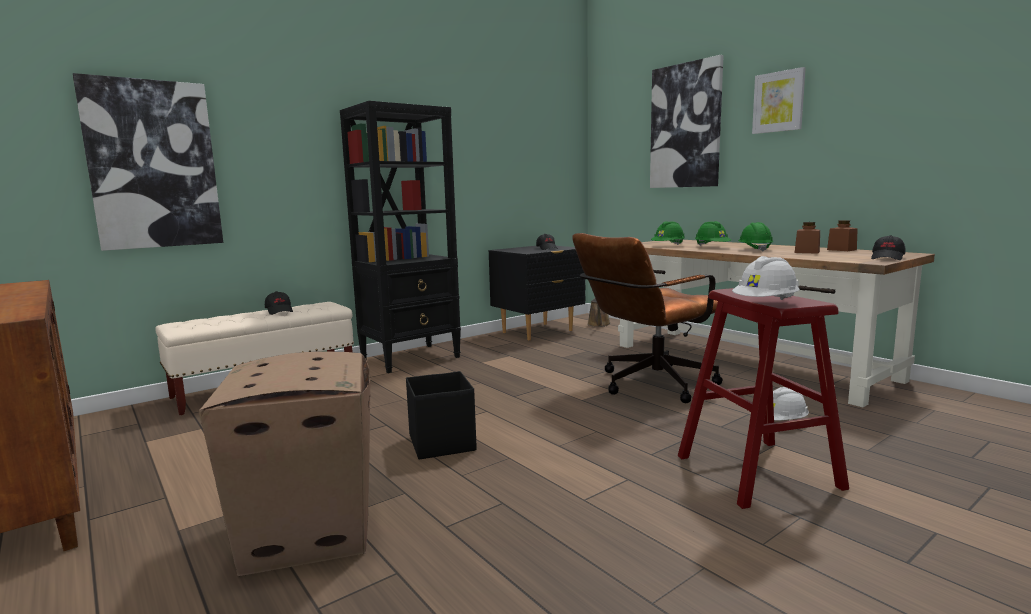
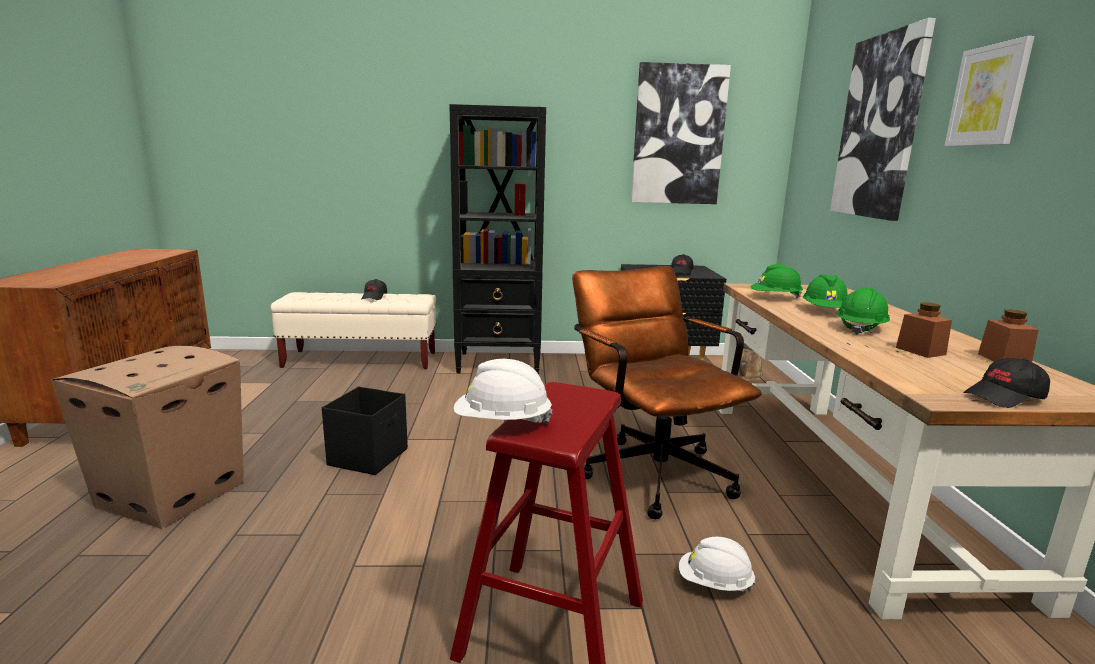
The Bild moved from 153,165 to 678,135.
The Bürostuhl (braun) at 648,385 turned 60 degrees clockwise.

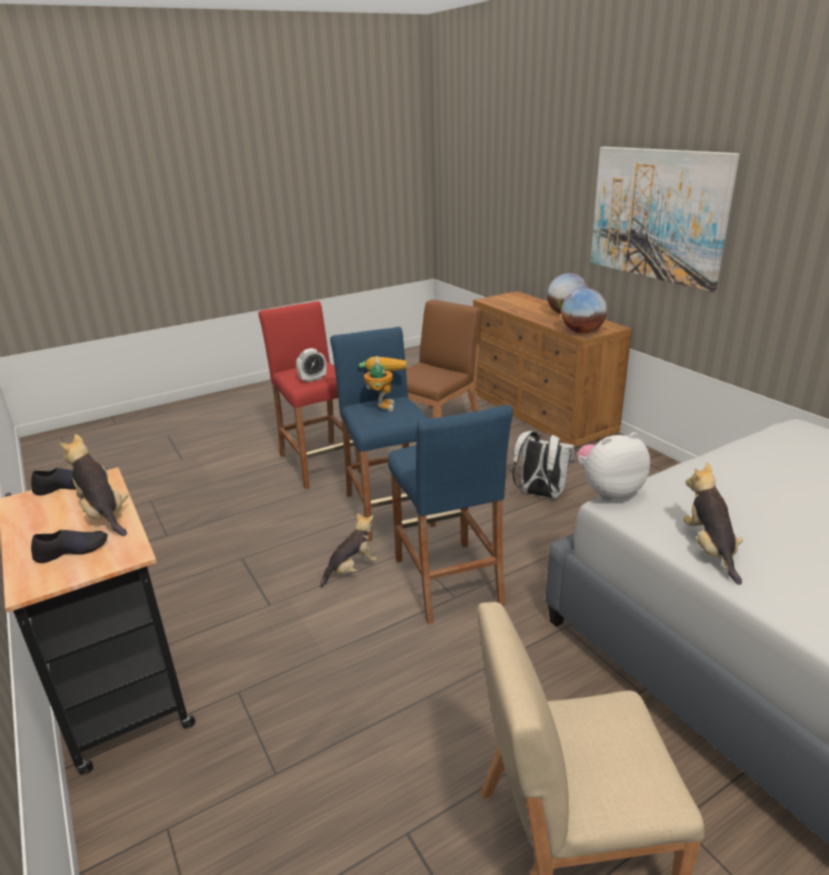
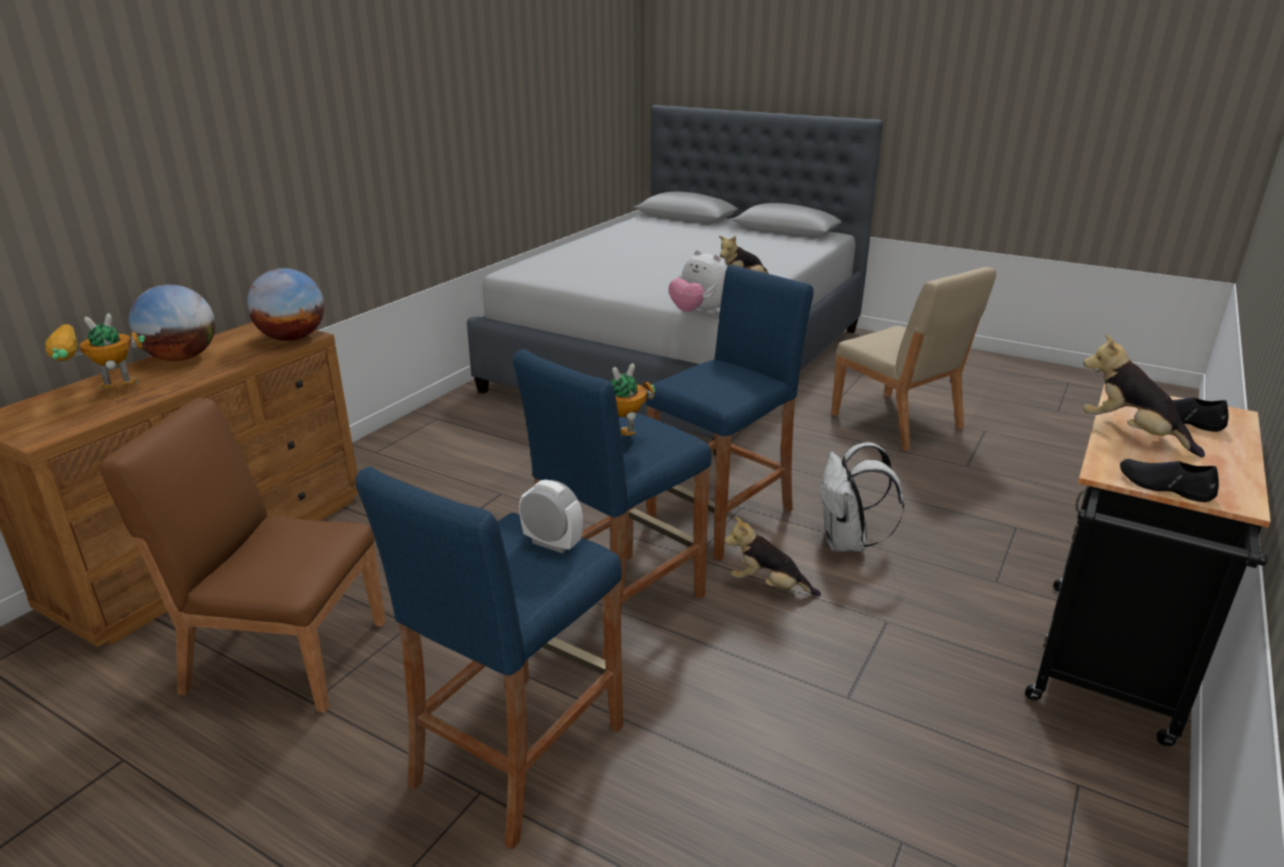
The Bild at 657,215 disappeared.
The Spielzeugroboter at 104,394 appeared.
The Rucksack (weiß) moved from 540,494 to 847,543.
The Hocker (rot) at 320,464 became the Hocker (blau) at 518,754.
The Plüschtier at 104,514 turned 120 degrees clockwise.

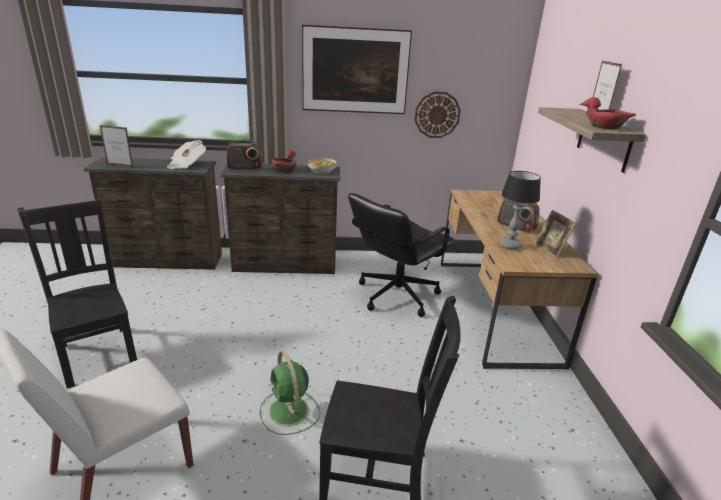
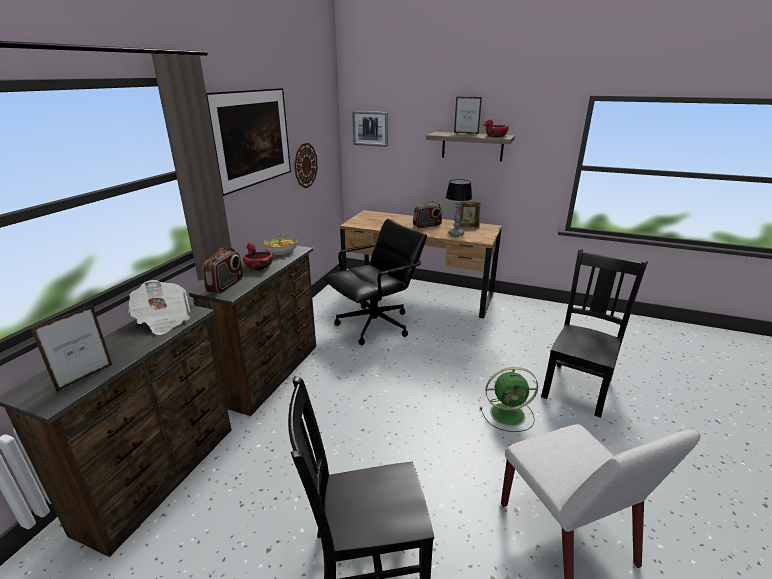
The Bild at 370,128 appeared.
The Bürostuhl (schwarz) at 396,295 turned 105 degrees counterclockwise.

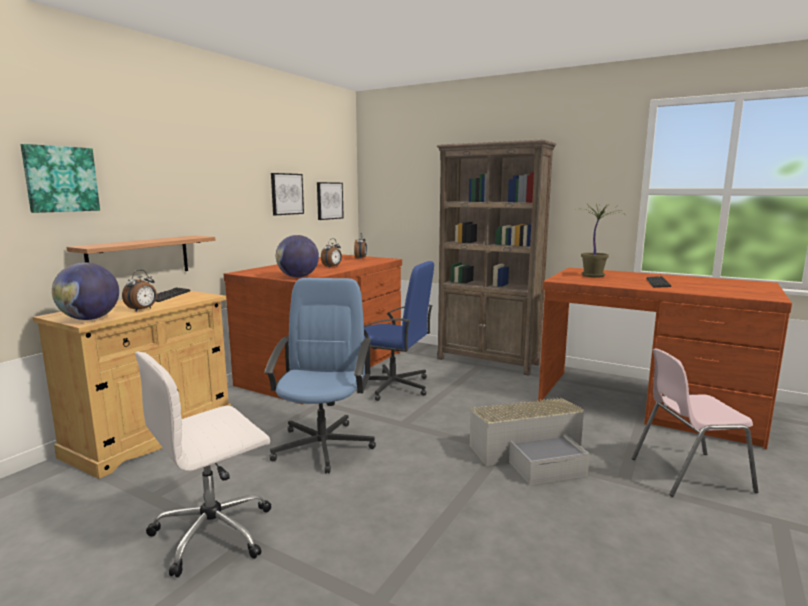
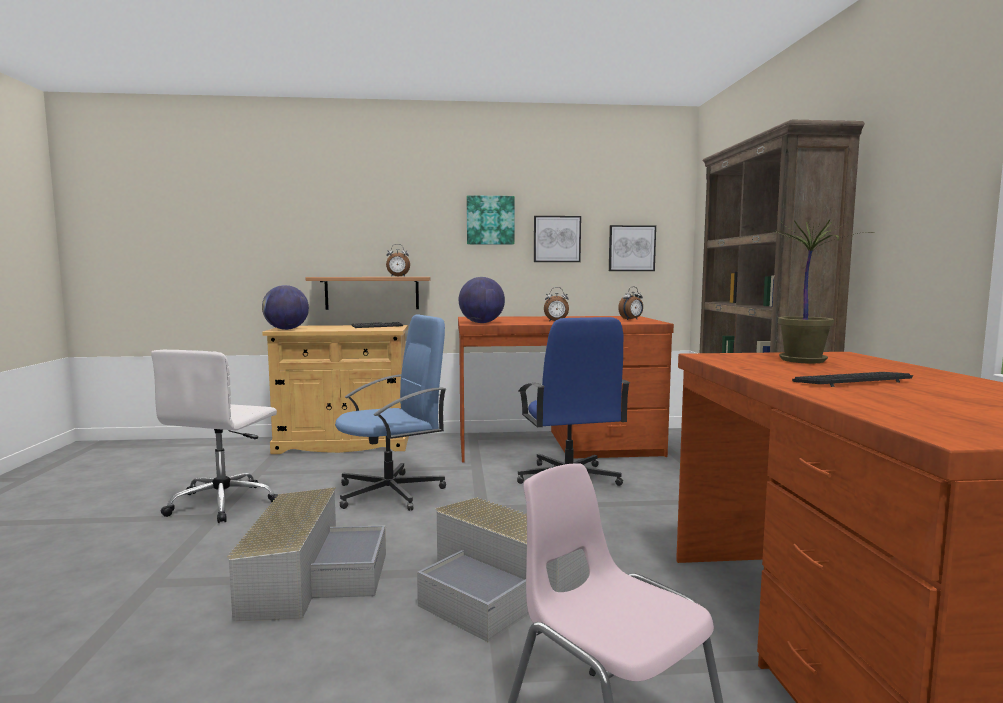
The Aufbewahrungsbox (grau) at 310,576 appeared.
The Bild moved from 60,179 to 490,220.
The Wecker moved from 142,310 to 398,276.
The Bürostuhl (weiß) at 215,532 turned 90 degrees counterclockwise.

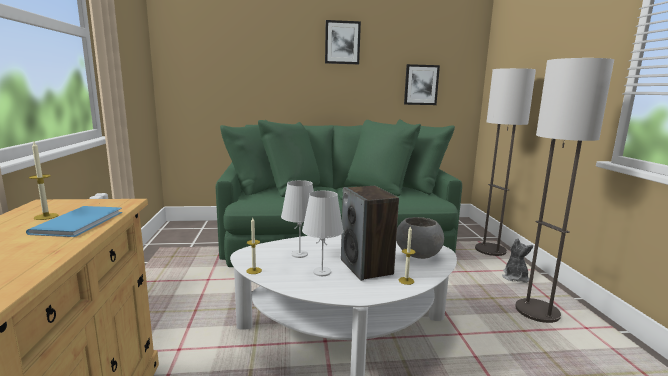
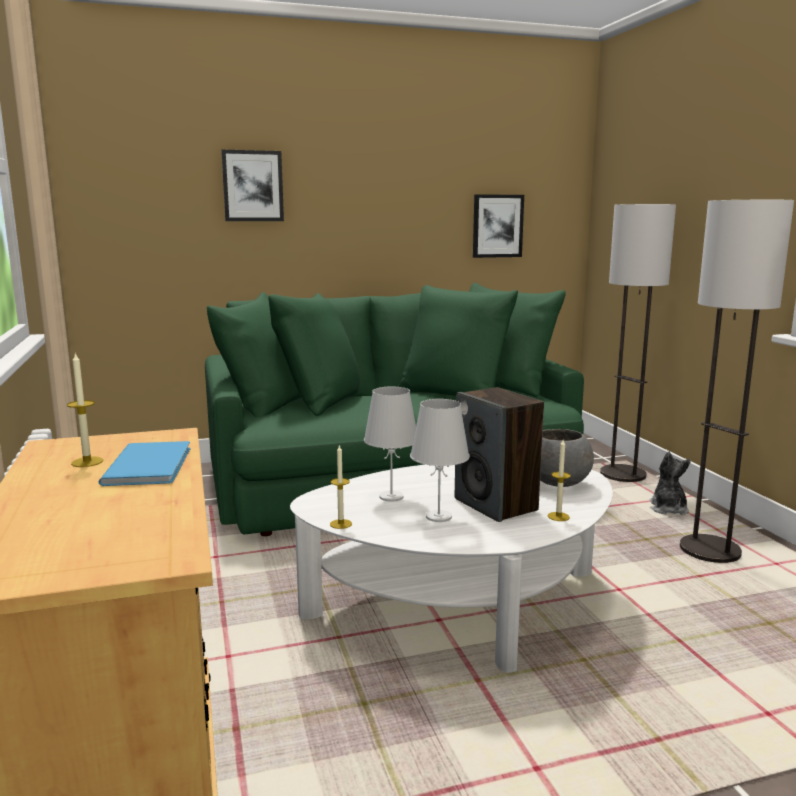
The Bild moved from 342,42 to 252,186.

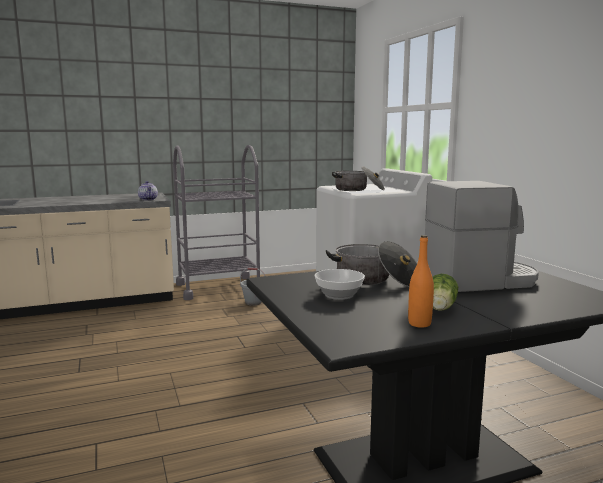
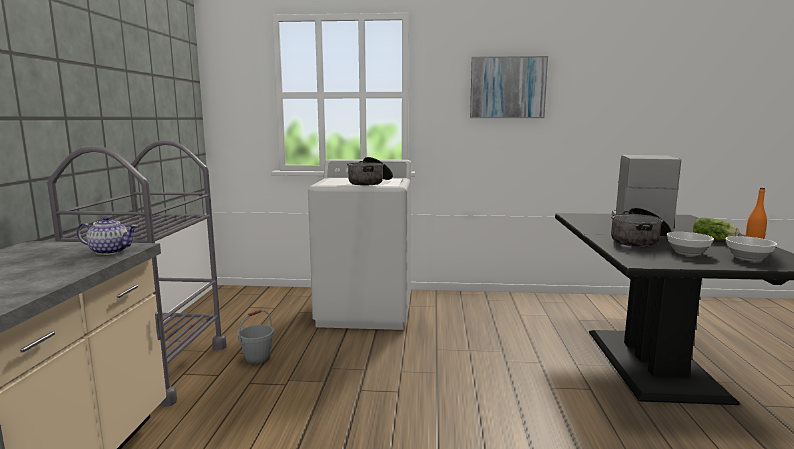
The Bild at 507,88 appeared.
The Schüssel at 748,258 appeared.

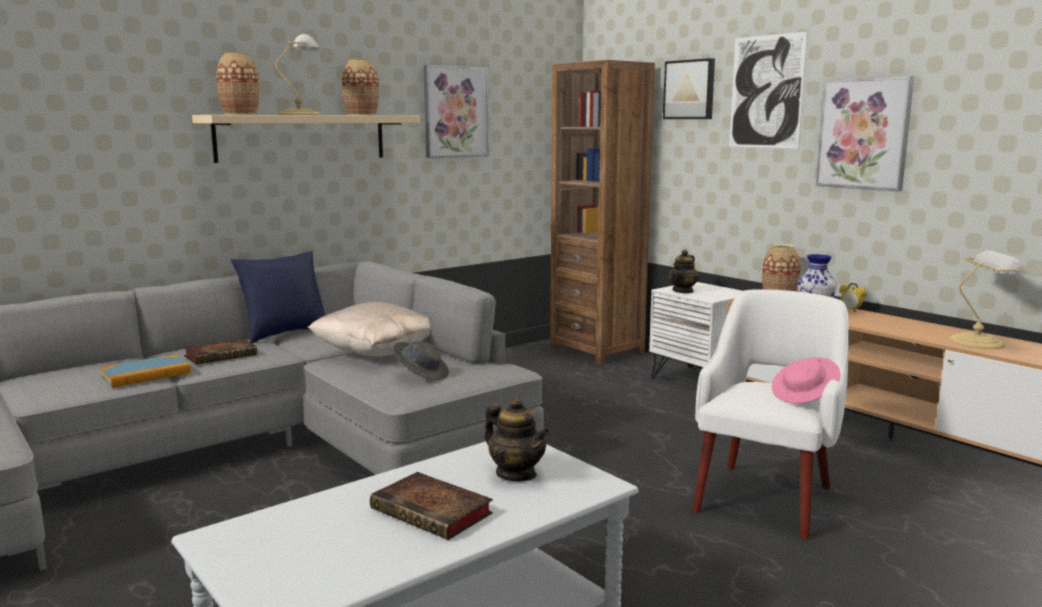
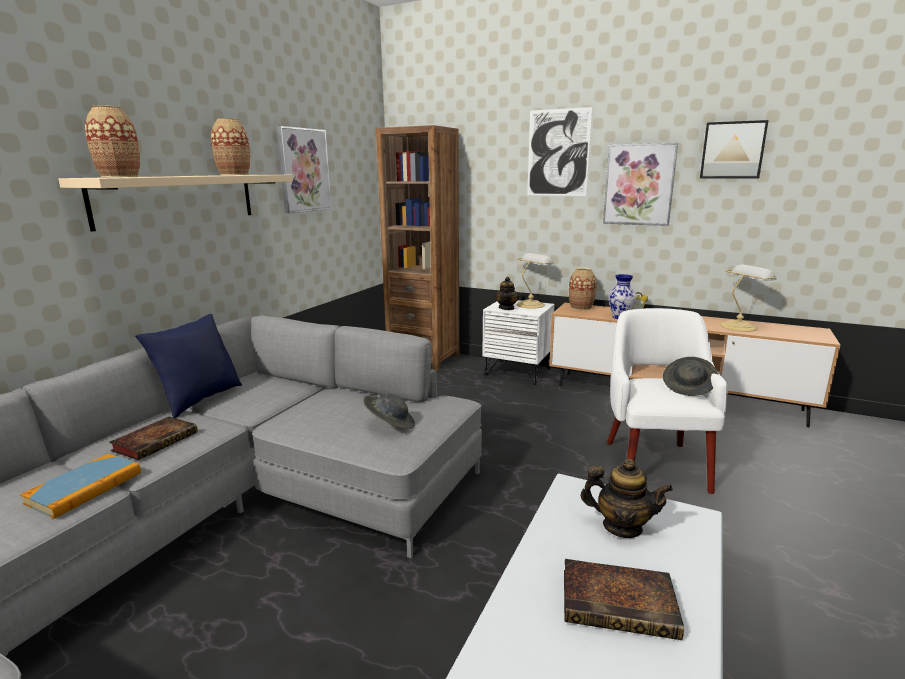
The Kissen (beige) at 375,353 disappeared.
The Tischlampe moved from 302,114 to 531,304.
The Bild moved from 690,89 to 732,150.
The Hut (rosa) at 804,396 became the Hut (grau) at 689,387.

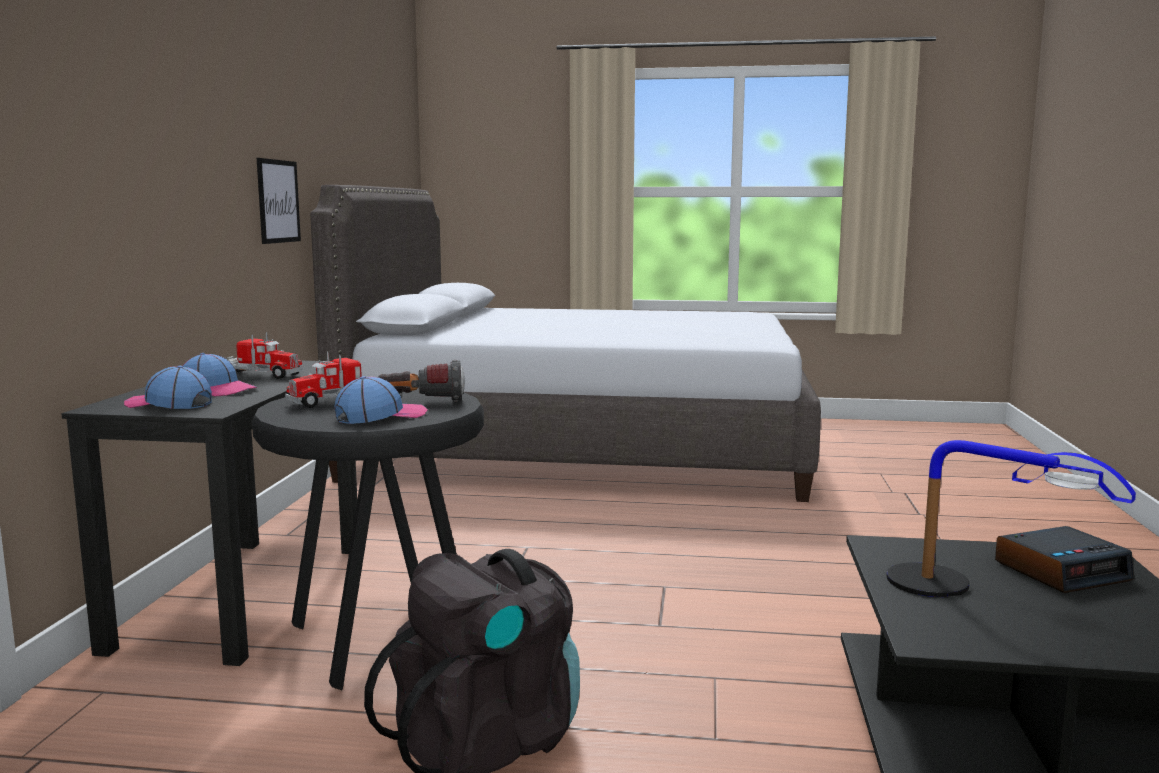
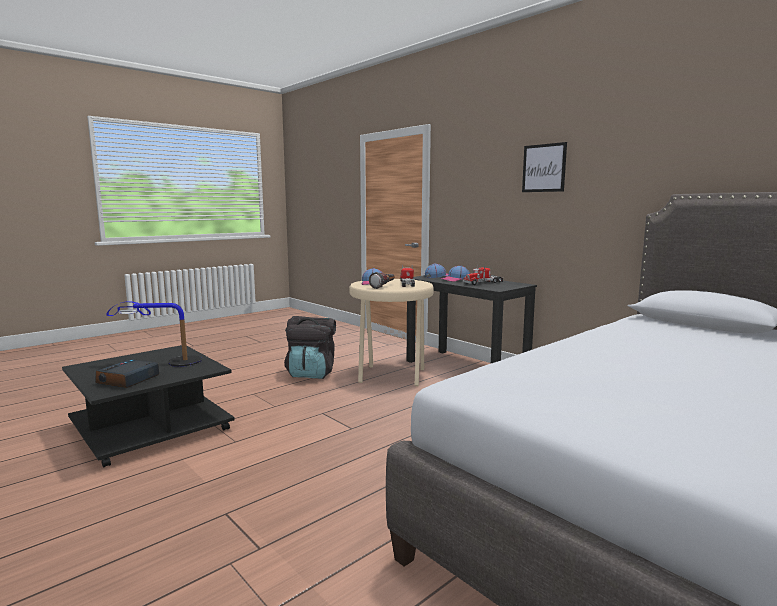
The Bild moved from 278,201 to 544,168.
The Hocker (schwarz) at 381,643 became the Hocker (beige) at 391,375.

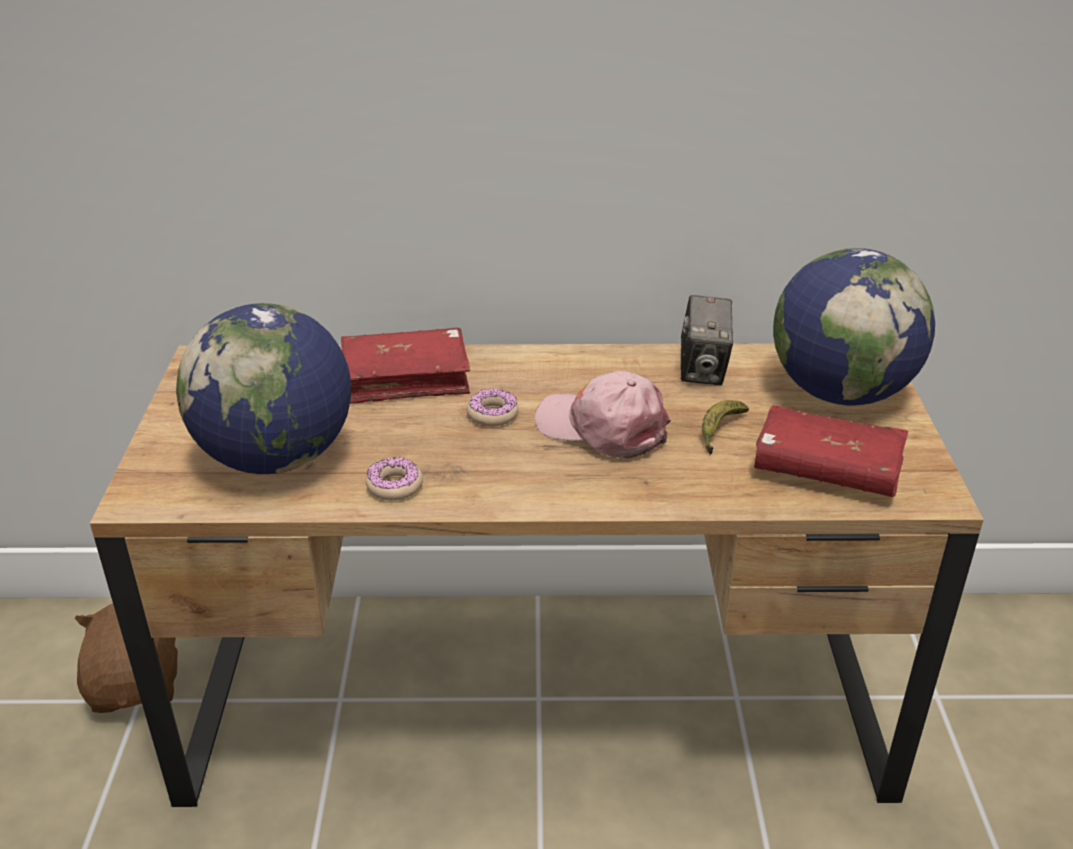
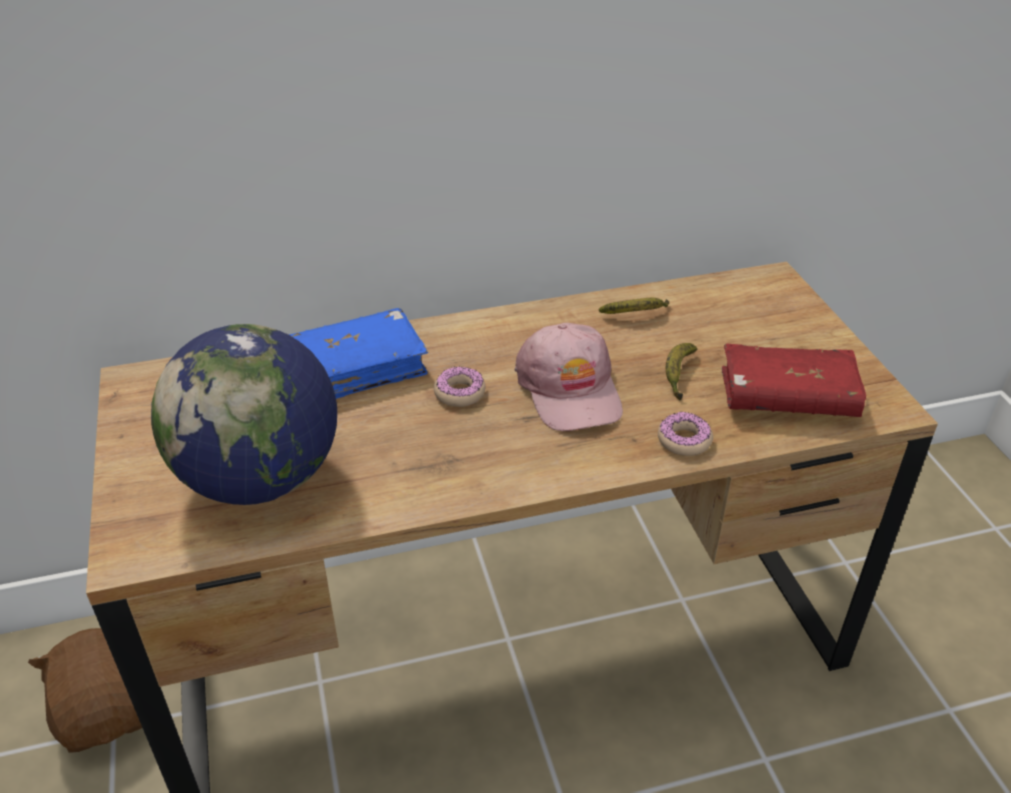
The Globus at 840,392 disappeared.
The Donut moved from 394,486 to 684,440.
The Kamera at 703,371 was replaced by the Banane at 636,315.
The Buch (rot) at 405,378 became the Buch (blau) at 357,368.
The Kappe (rosa) at 602,427 turned 120 degrees counterclockwise.

